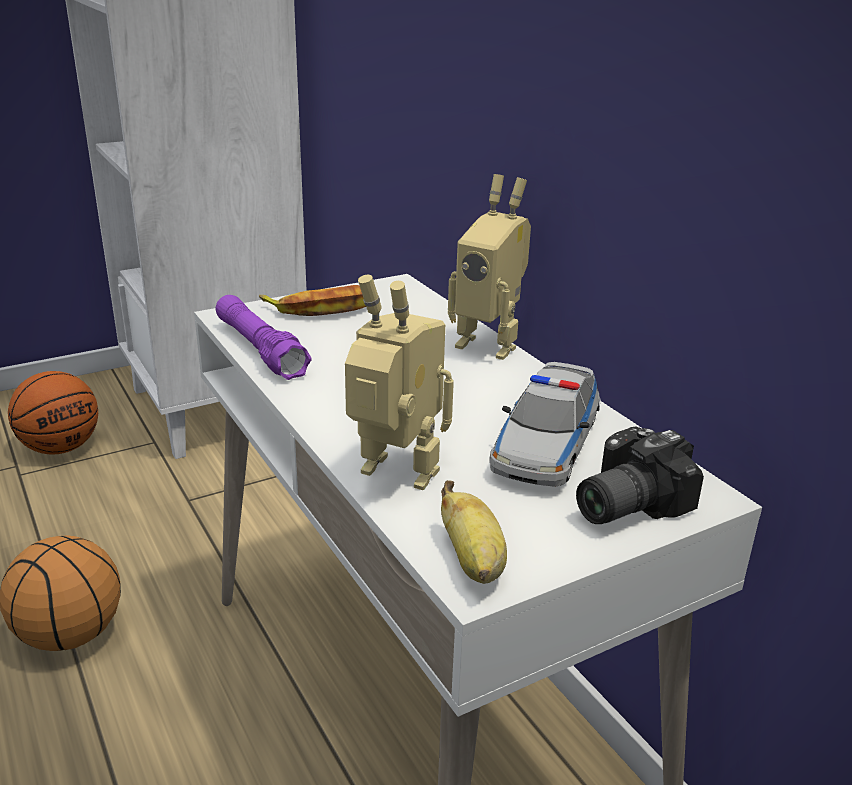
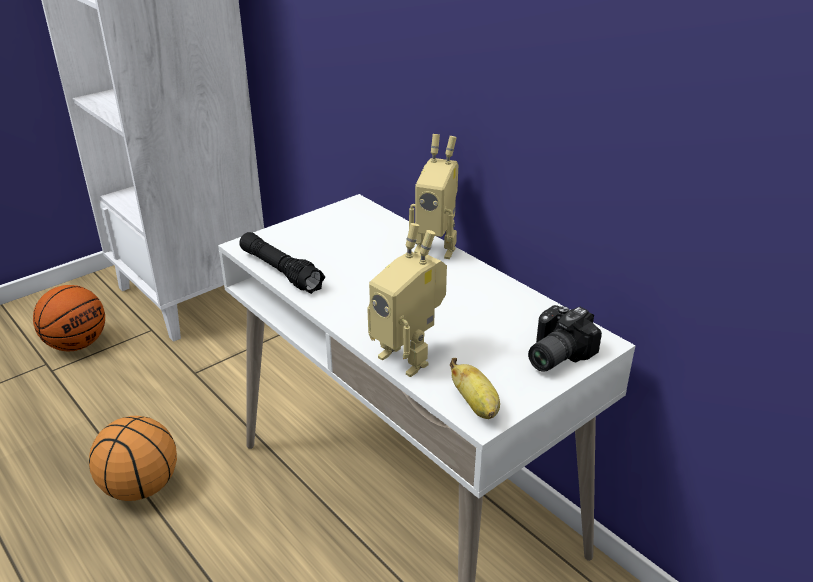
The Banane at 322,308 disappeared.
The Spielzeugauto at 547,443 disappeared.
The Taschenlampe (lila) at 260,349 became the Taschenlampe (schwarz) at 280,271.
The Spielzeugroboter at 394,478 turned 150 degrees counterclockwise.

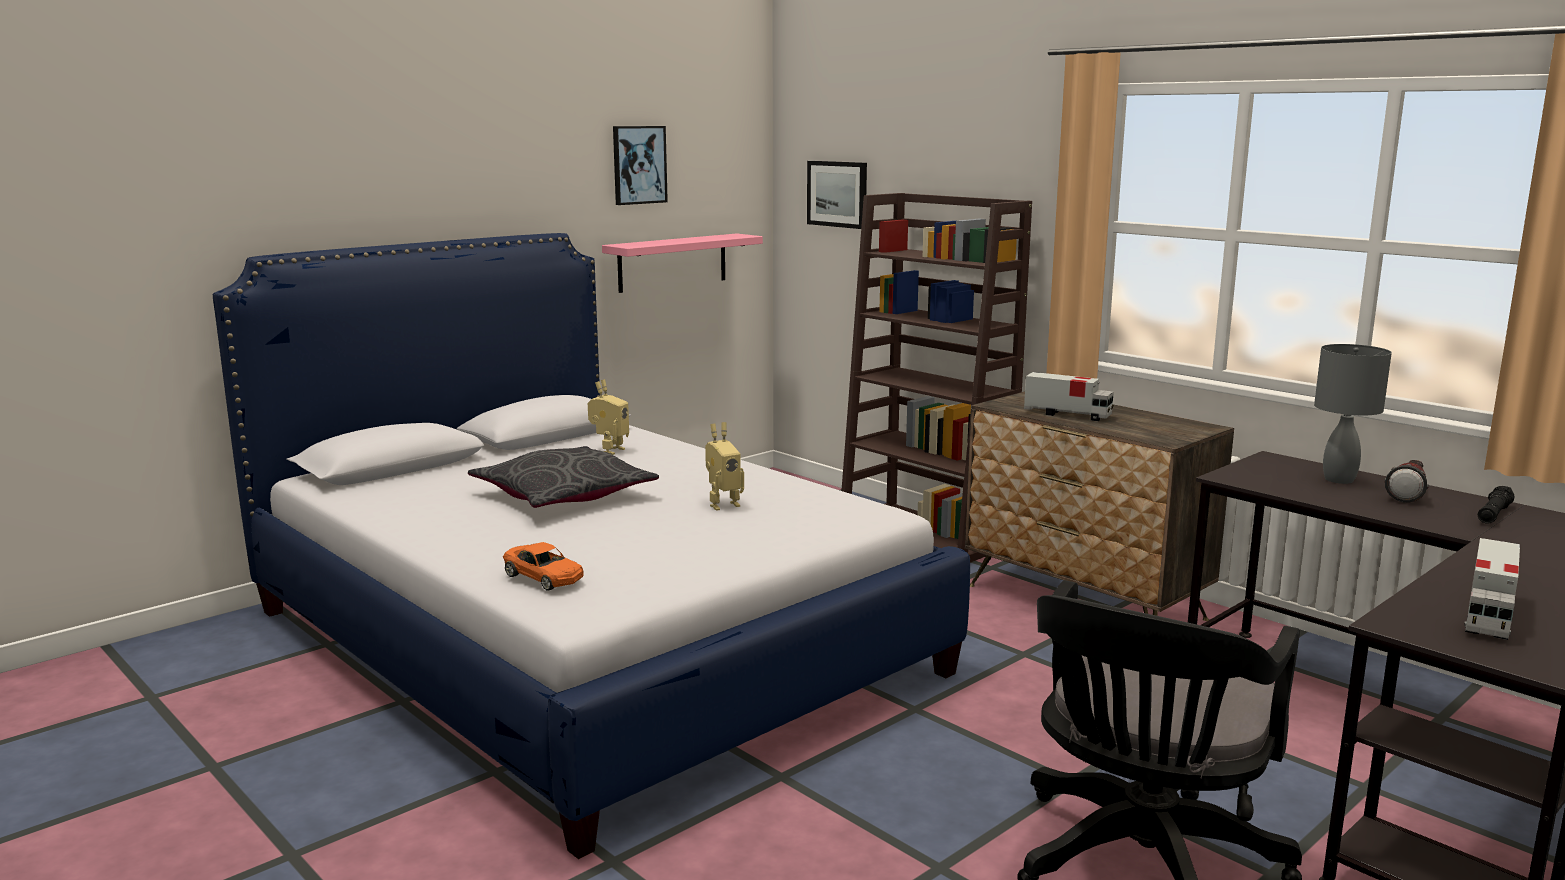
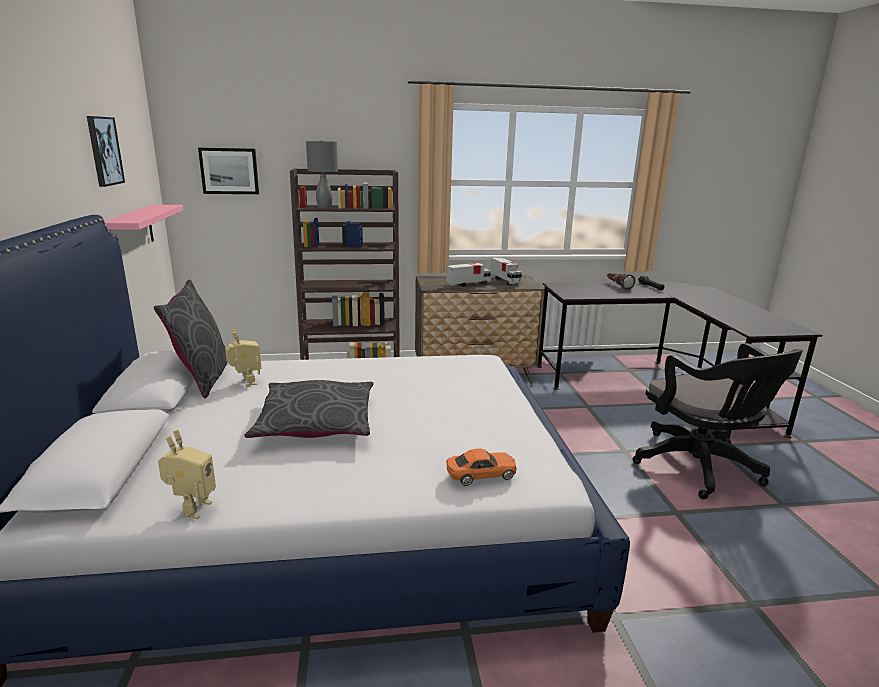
The Kissen (grau) at 202,378 appeared.
The Spielzeugroboter moved from 722,504 to 192,509.
The Tischlampe (grau) moved from 1338,480 to 324,207.
The Spielzeuglaster moved from 1488,616 to 505,280.

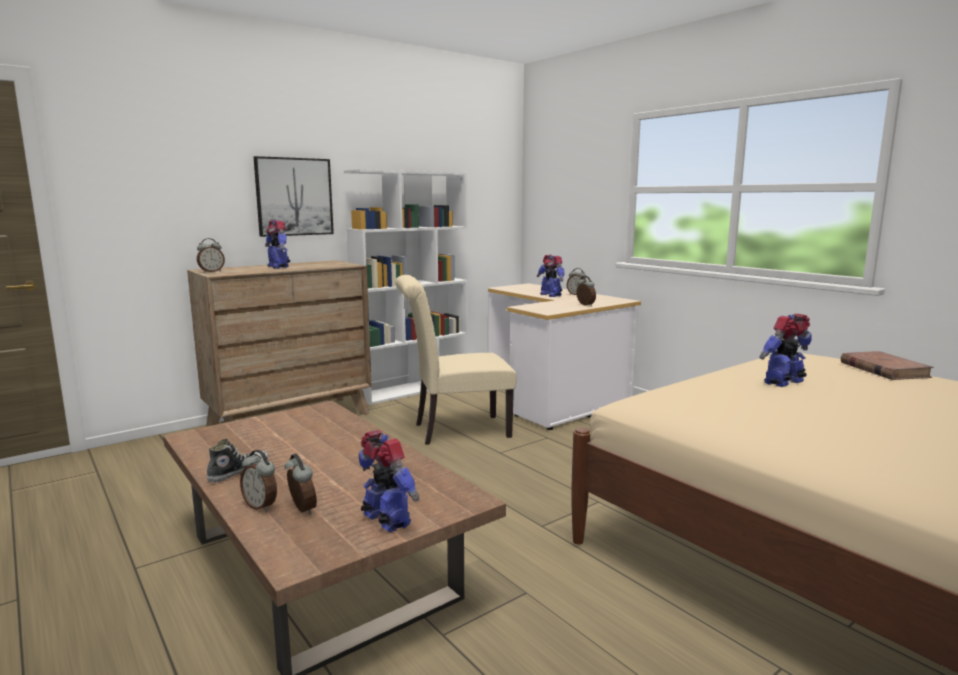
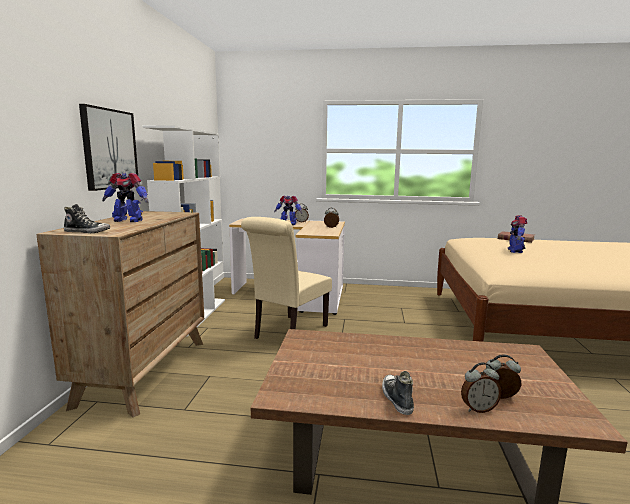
The Spielzeugroboter at 386,521 disappeared.
The Wecker at 211,272 was replaced by the Schuh at 87,232.

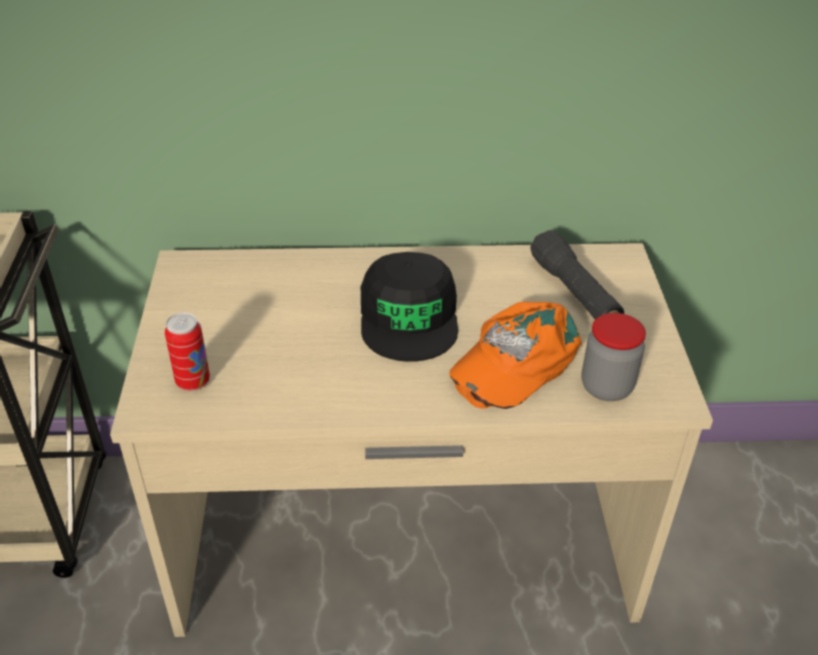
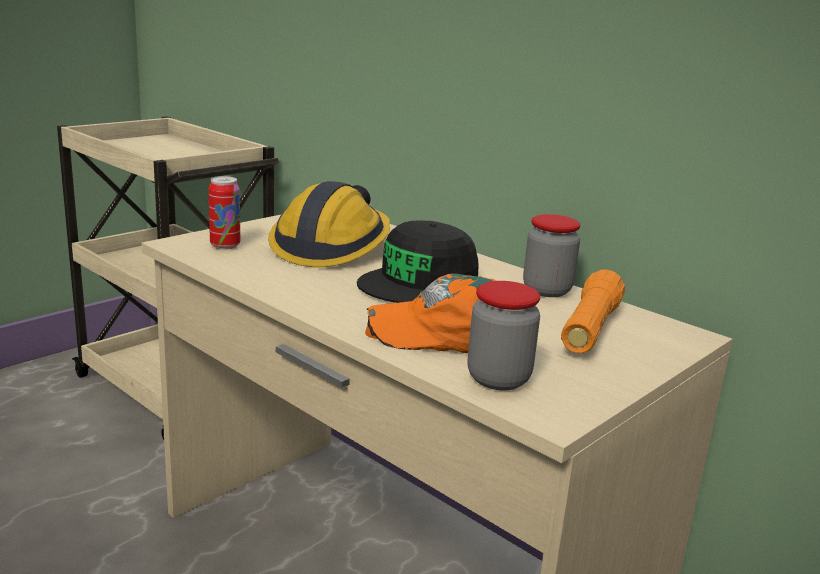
The Schutzhelm at 332,247 appeared.
The Vorratsglas at 547,290 appeared.
The Taschenlampe (schwarz) at 574,293 became the Taschenlampe (orange) at 589,329.

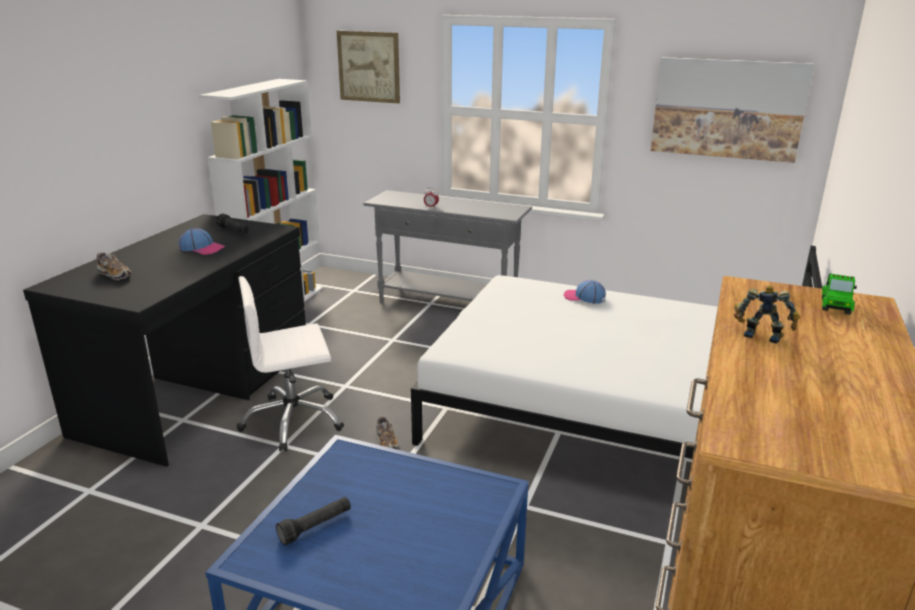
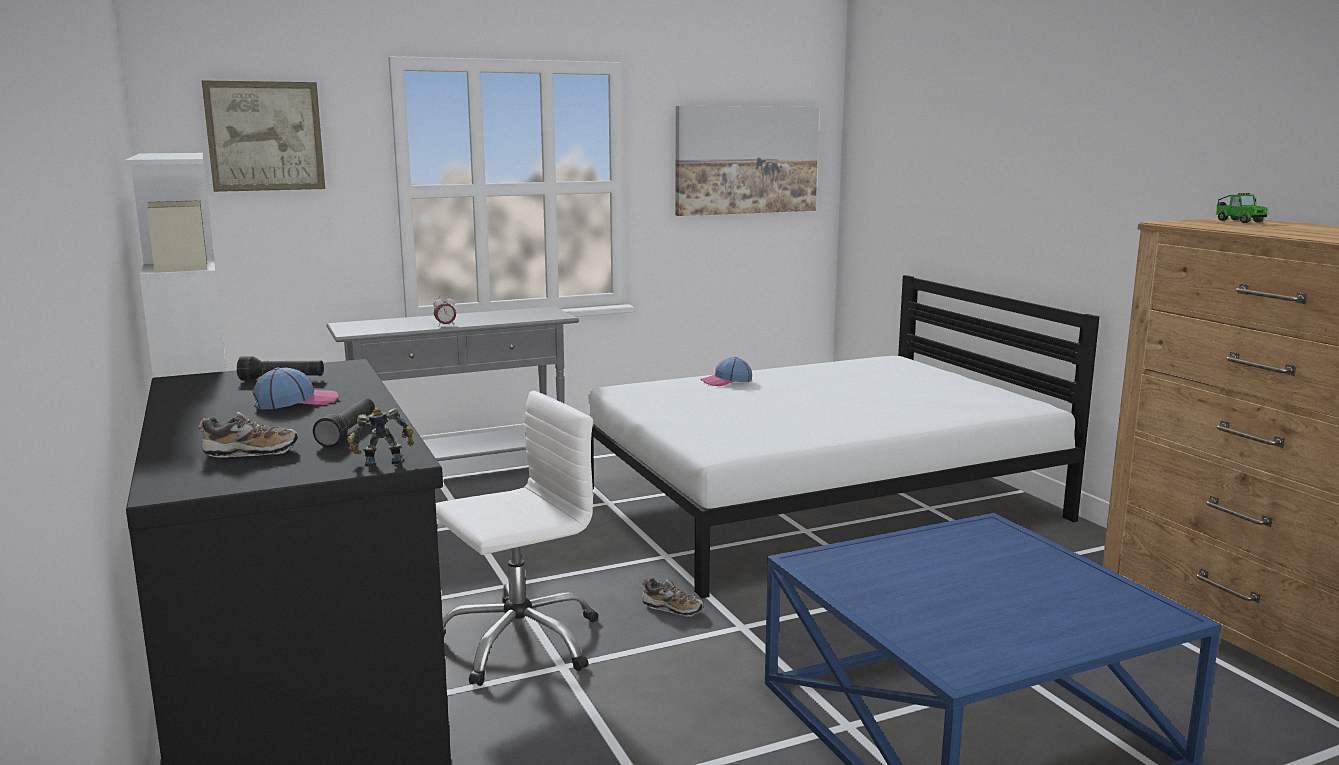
The Taschenlampe (schwarz) moved from 315,527 to 348,432.
The Spielzeugroboter moved from 762,334 to 382,461.
The Bürostuhl (weiß) at 293,421 turned 150 degrees counterclockwise.

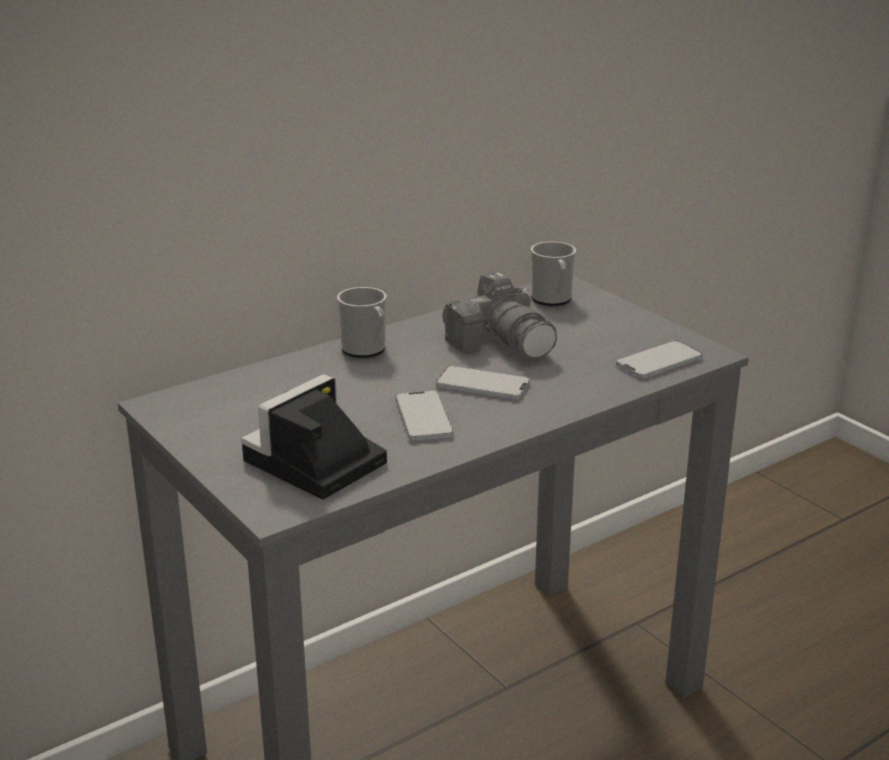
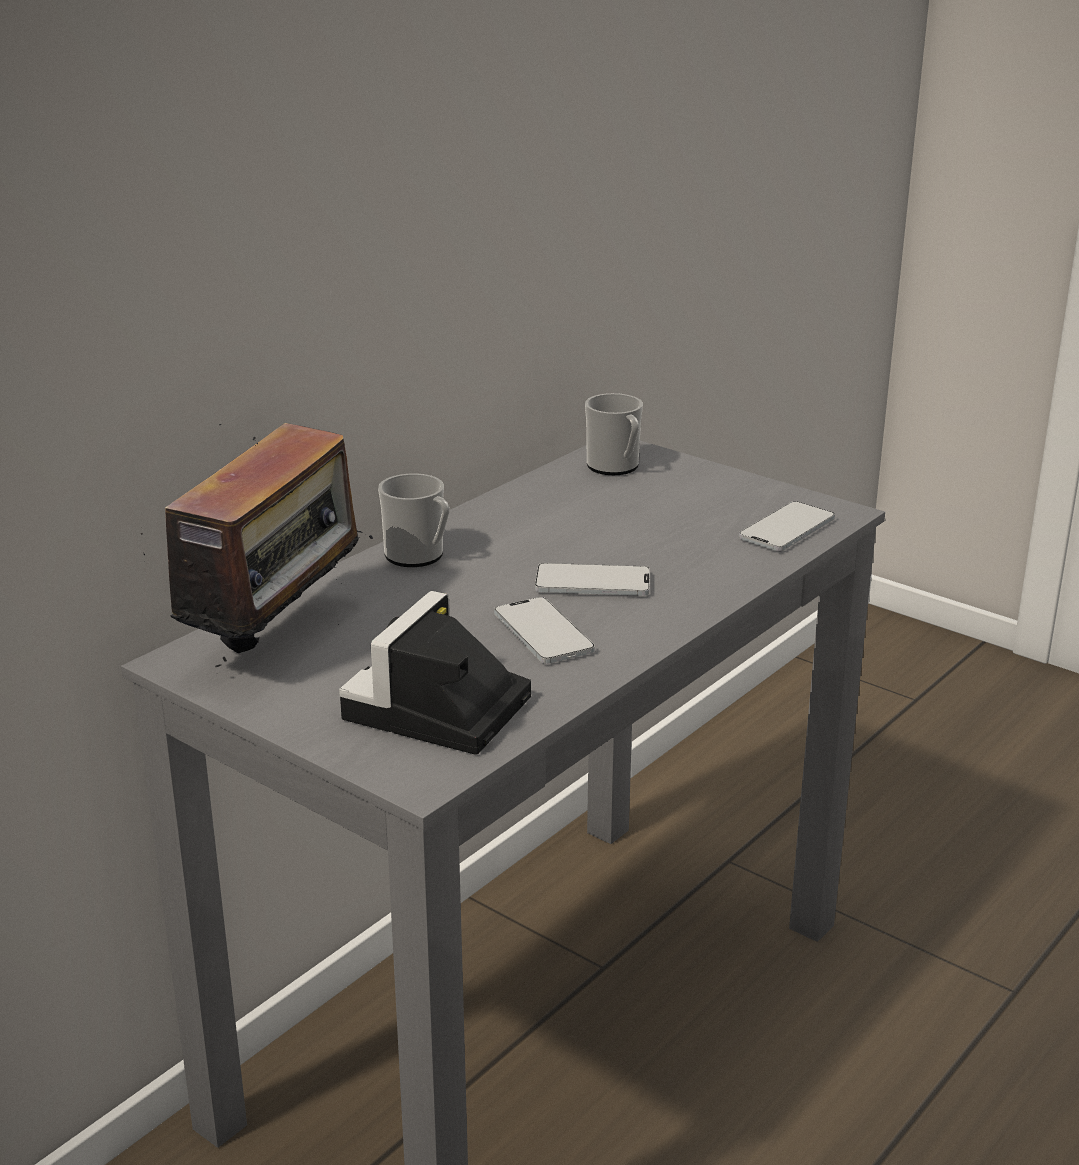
The Kamera at 502,343 disappeared.
The Radio at 279,638 appeared.

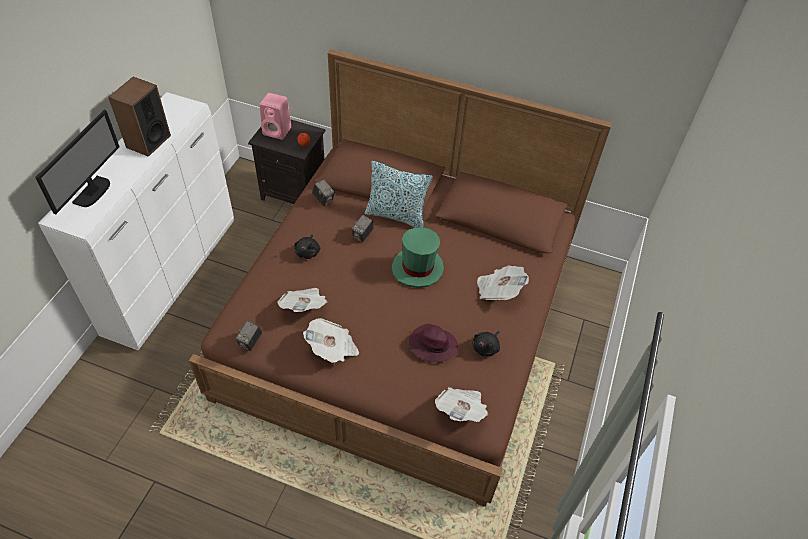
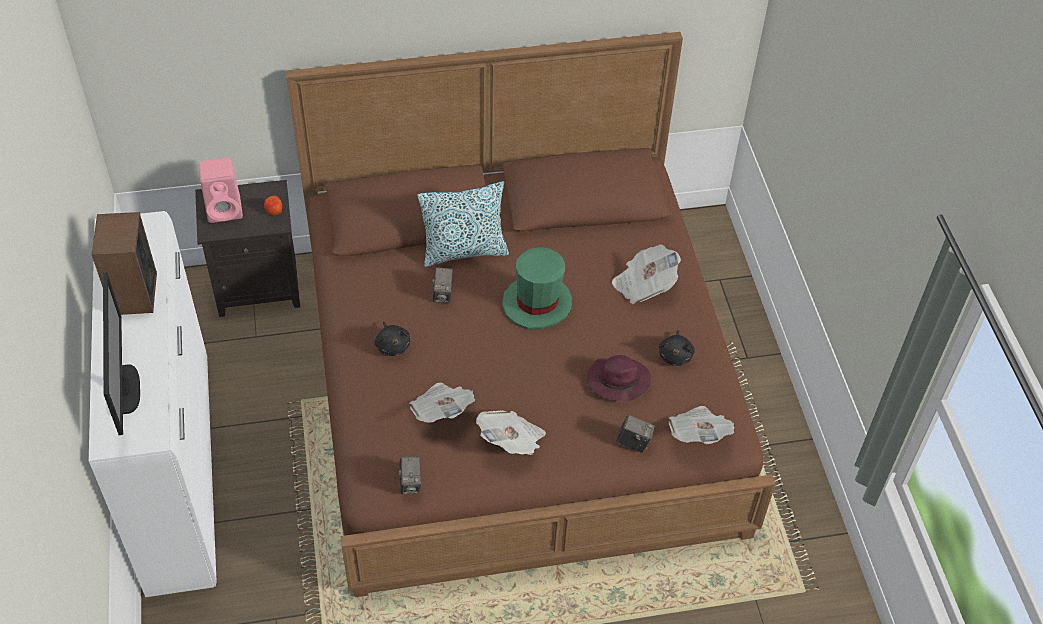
The Kamera moved from 324,200 to 633,442.

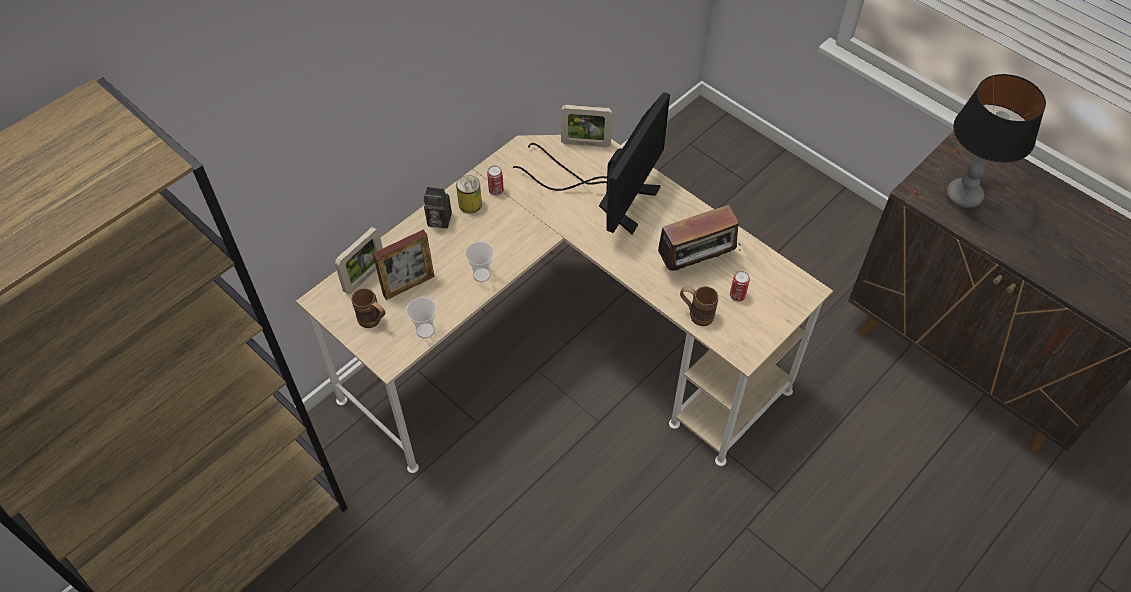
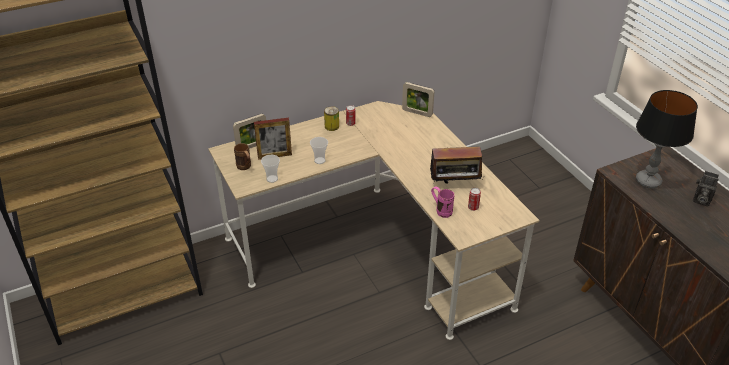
The Monitor at 608,195 disappeared.
The Kamera moved from 437,221 to 700,200.
The Henkelbecher (braun) at 696,314 became the Henkelbecher (rosa) at 441,210.

